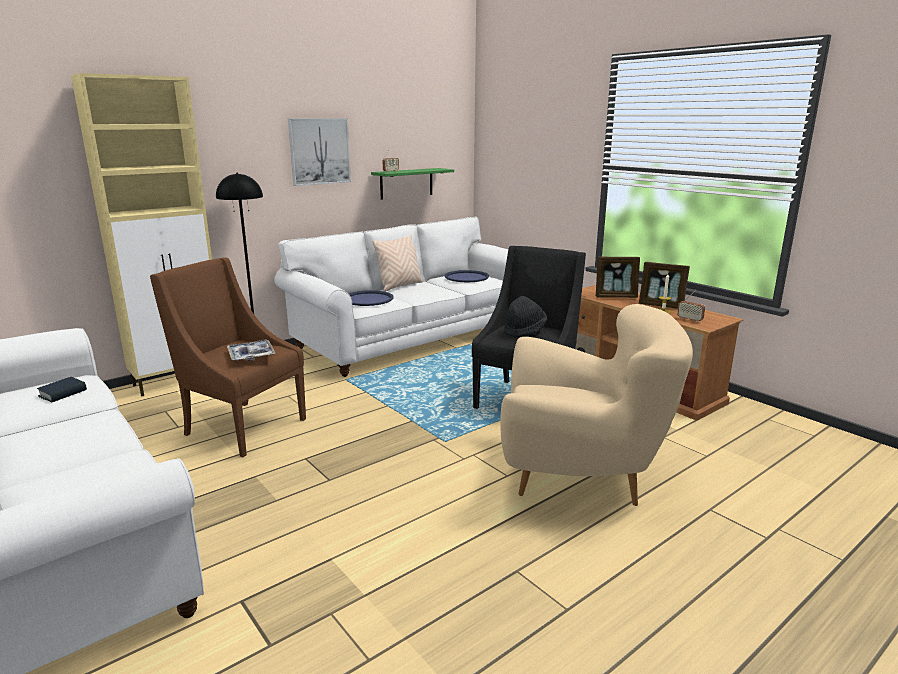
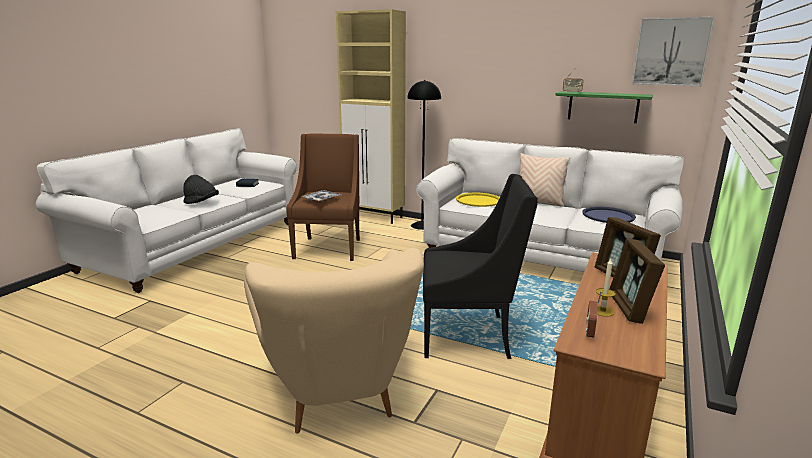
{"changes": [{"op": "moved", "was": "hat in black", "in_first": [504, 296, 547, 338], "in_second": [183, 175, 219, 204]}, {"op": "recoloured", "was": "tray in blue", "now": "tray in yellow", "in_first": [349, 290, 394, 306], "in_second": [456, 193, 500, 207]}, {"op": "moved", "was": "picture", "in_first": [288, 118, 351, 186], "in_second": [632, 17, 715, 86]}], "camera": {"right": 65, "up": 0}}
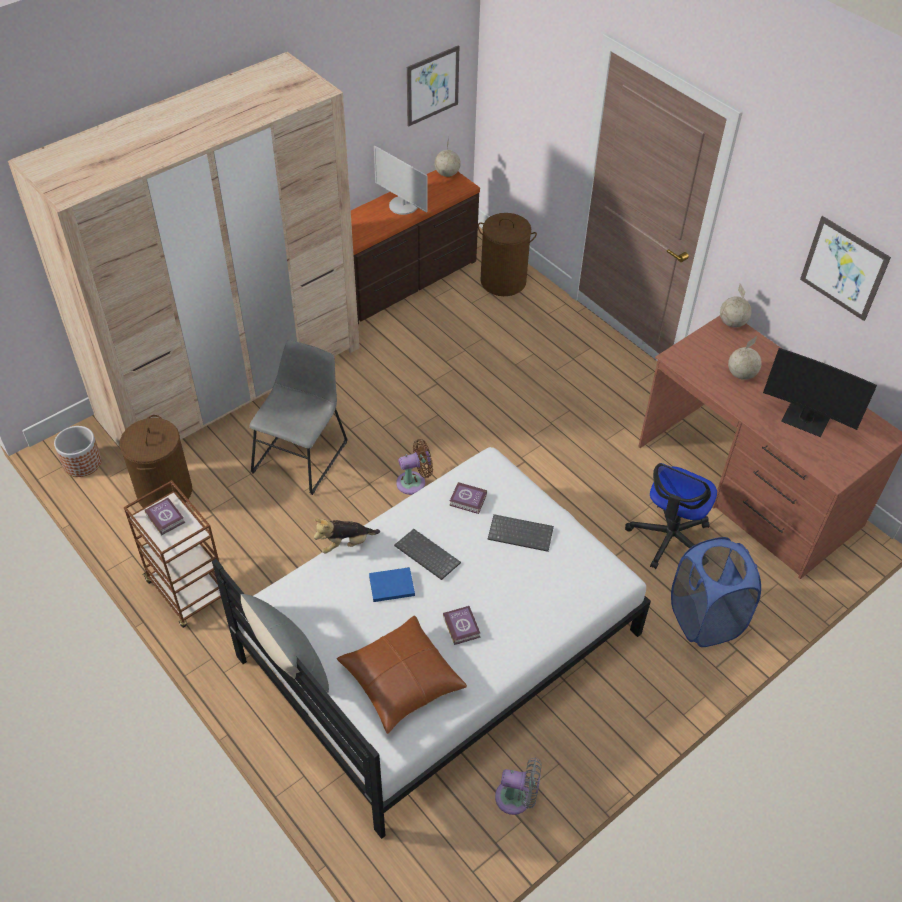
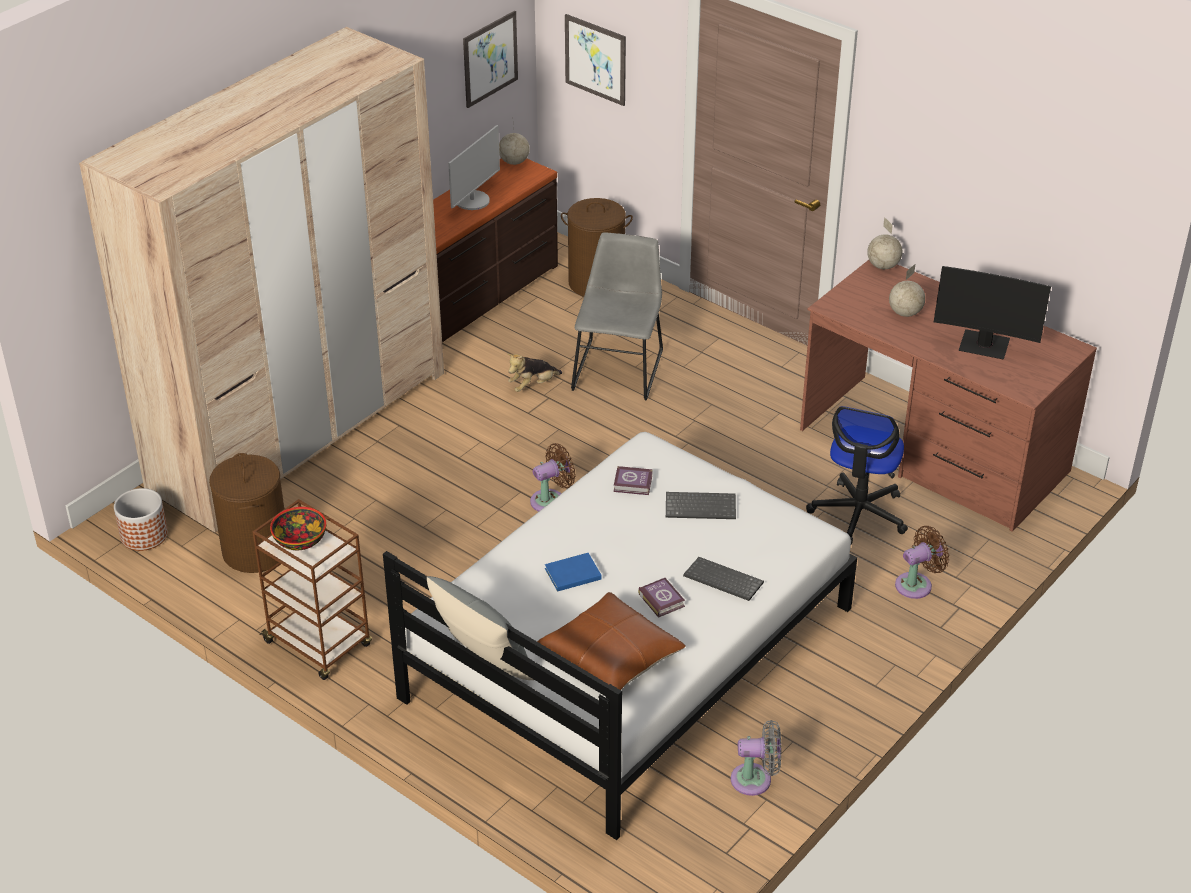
{"changes": [{"op": "replaced", "was": "book", "now": "bowl", "in_first": [144, 498, 185, 535], "in_second": [270, 507, 326, 550]}, {"op": "turned", "was": "monitor", "in_first": [374, 146, 428, 215], "in_second": [448, 125, 500, 210], "clockwise": -90}, {"op": "moved", "was": "plush toy", "in_first": [314, 519, 380, 554], "in_second": [507, 354, 562, 392]}, {"op": "moved", "was": "picture", "in_first": [800, 216, 891, 321], "in_second": [565, 14, 626, 106]}, {"op": "moved", "was": "chair in grey", "in_first": [249, 340, 347, 495], "in_second": [571, 232, 663, 401]}, {"op": "moved", "was": "keyboard", "in_first": [394, 529, 461, 580], "in_second": [683, 557, 764, 601]}, {"op": "replaced", "was": "laundry basket in blue", "now": "fan in brown", "in_first": [671, 537, 761, 647], "in_second": [895, 526, 949, 599]}], "camera": {"right": -10, "up": -10}}
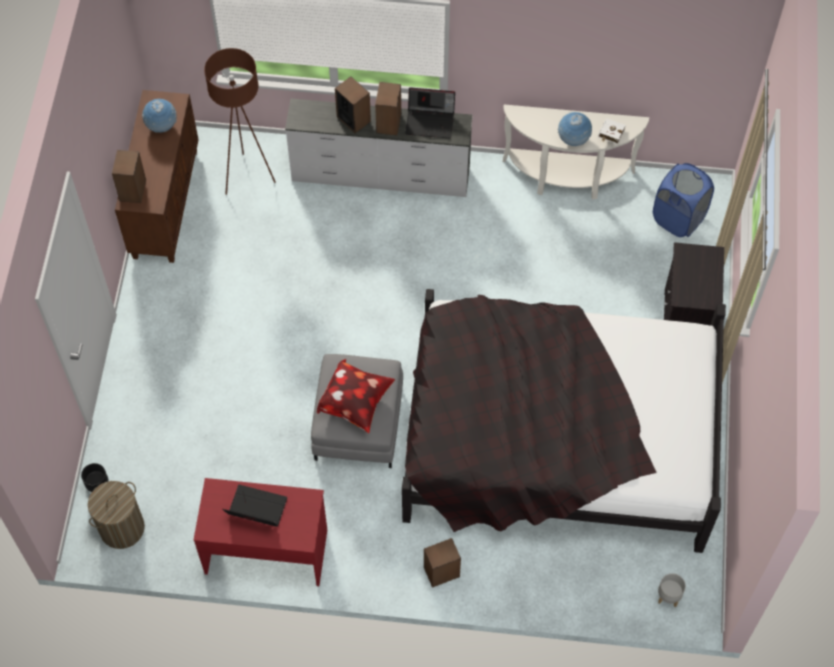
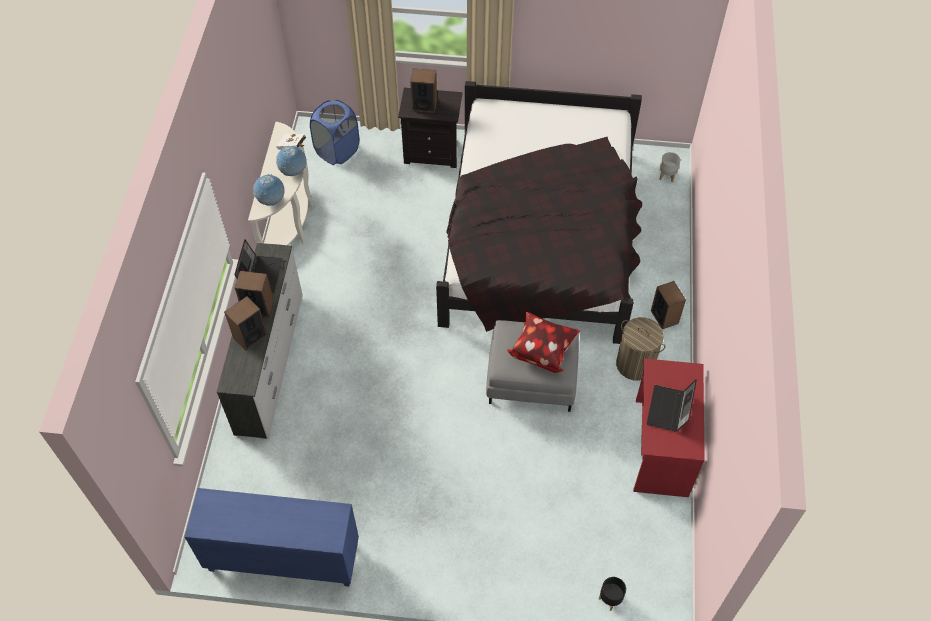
{"changes": [{"op": "recoloured", "was": "cabinet in brown", "now": "cabinet in blue", "in_first": [115, 90, 199, 263], "in_second": [184, 488, 359, 586]}, {"op": "moved", "was": "globe", "in_first": [142, 99, 177, 133], "in_second": [253, 174, 285, 206]}, {"op": "moved", "was": "speaker", "in_first": [112, 150, 146, 203], "in_second": [410, 69, 437, 113]}, {"op": "moved", "was": "laundry basket", "in_first": [88, 481, 145, 549], "in_second": [616, 317, 665, 381]}, {"op": "removed", "was": "floor lamp in brown", "in_first": [204, 48, 276, 195]}], "camera": {"right": -90, "up": -5}}
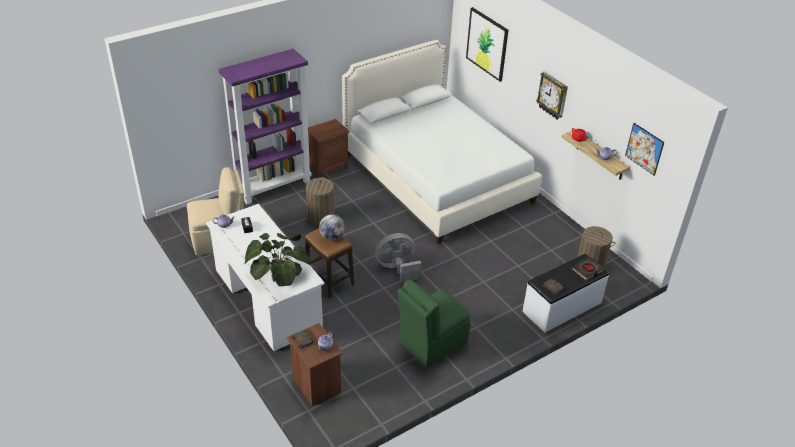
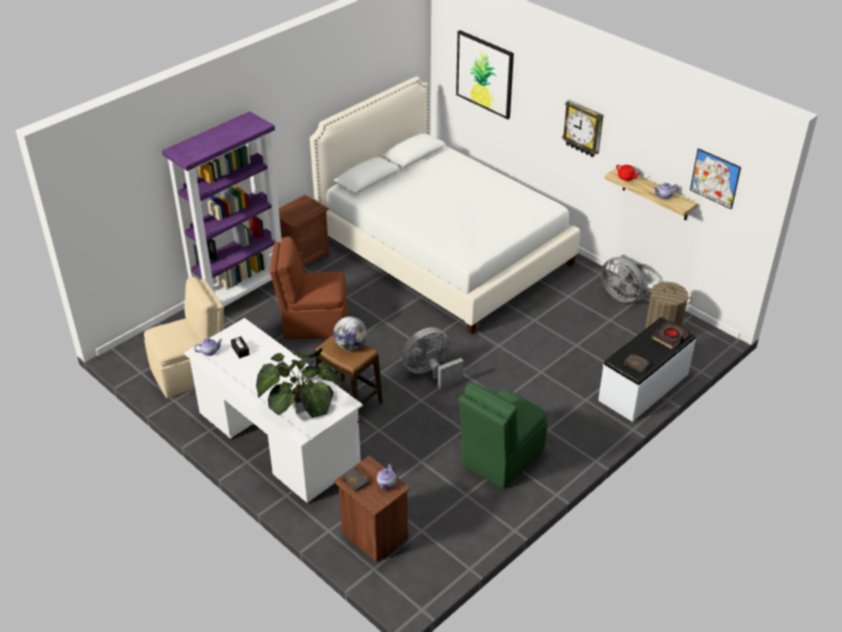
{"changes": [{"op": "replaced", "was": "laundry basket", "now": "chair in brown", "in_first": [306, 177, 334, 226], "in_second": [270, 237, 347, 339]}, {"op": "added", "now": "fan in grey", "in_second": [601, 255, 645, 302]}], "camera": {"right": -10, "up": 0}}
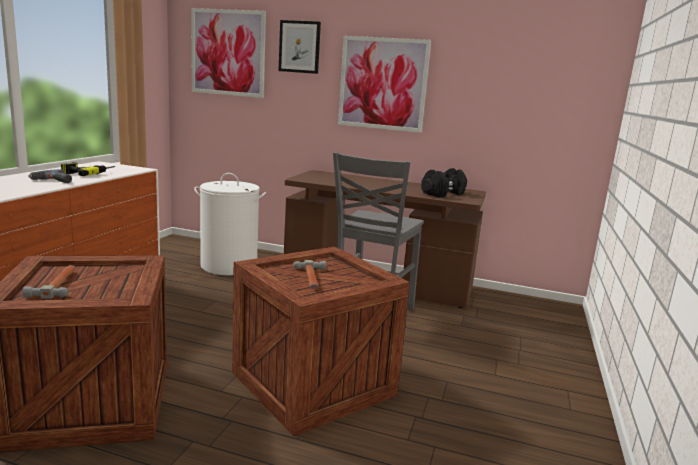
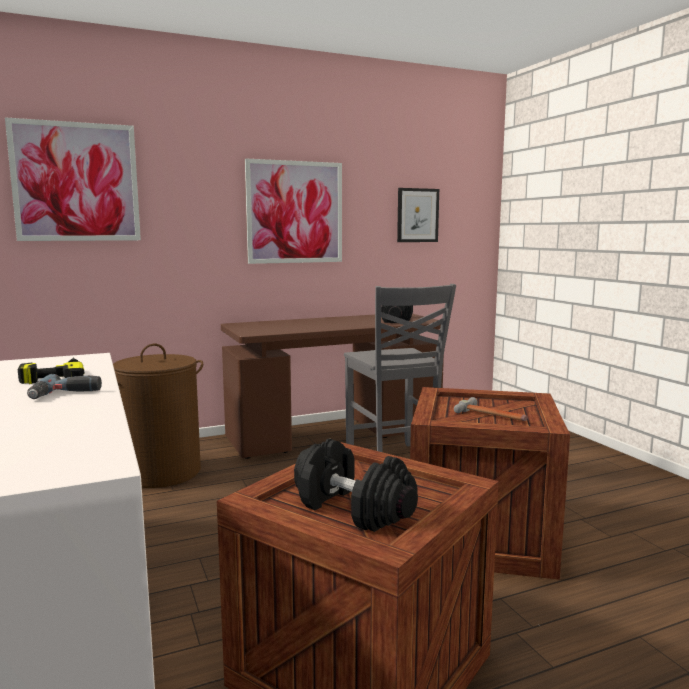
{"changes": [{"op": "recoloured", "was": "laundry basket in white", "now": "laundry basket in brown", "in_first": [194, 173, 266, 275], "in_second": [113, 344, 203, 488]}, {"op": "replaced", "was": "hammer", "now": "dumbbell in black", "in_first": [22, 265, 76, 299], "in_second": [294, 438, 418, 532]}, {"op": "moved", "was": "picture", "in_first": [279, 20, 321, 74], "in_second": [397, 188, 439, 242]}], "camera": {"right": -40, "up": -5}}
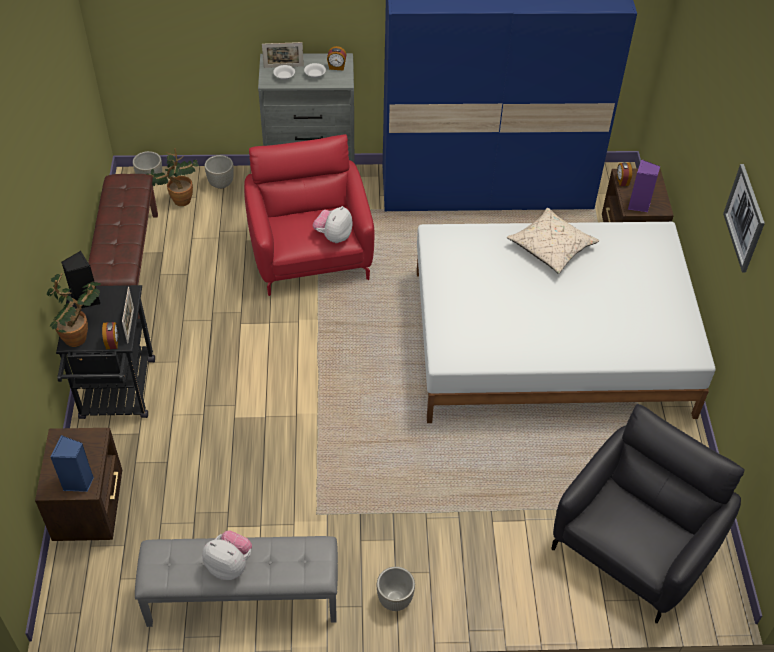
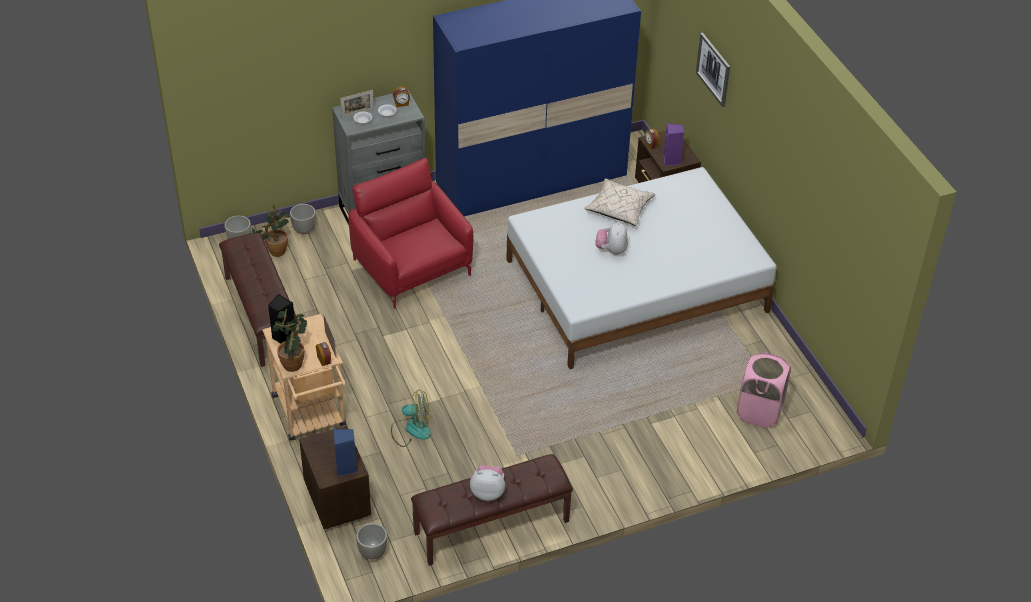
{"changes": [{"op": "recoloured", "was": "cart in black", "now": "cart in beige", "in_first": [56, 285, 155, 419], "in_second": [262, 314, 346, 441]}, {"op": "moved", "was": "planter in grey", "in_first": [376, 567, 415, 611], "in_second": [356, 523, 387, 560]}, {"op": "added", "now": "fan", "in_second": [391, 389, 431, 447]}, {"op": "recoloured", "was": "bench in grey", "now": "bench in brown", "in_first": [135, 536, 338, 627], "in_second": [411, 454, 573, 566]}, {"op": "moved", "was": "plush toy", "in_first": [313, 206, 353, 243], "in_second": [596, 222, 628, 255]}, {"op": "moved", "was": "picture", "in_first": [723, 164, 765, 273], "in_second": [696, 33, 730, 107]}, {"op": "replaced", "was": "armchair in black", "now": "laundry basket in pink", "in_first": [551, 404, 744, 623], "in_second": [737, 352, 791, 427]}], "camera": {"right": -20, "up": -5}}
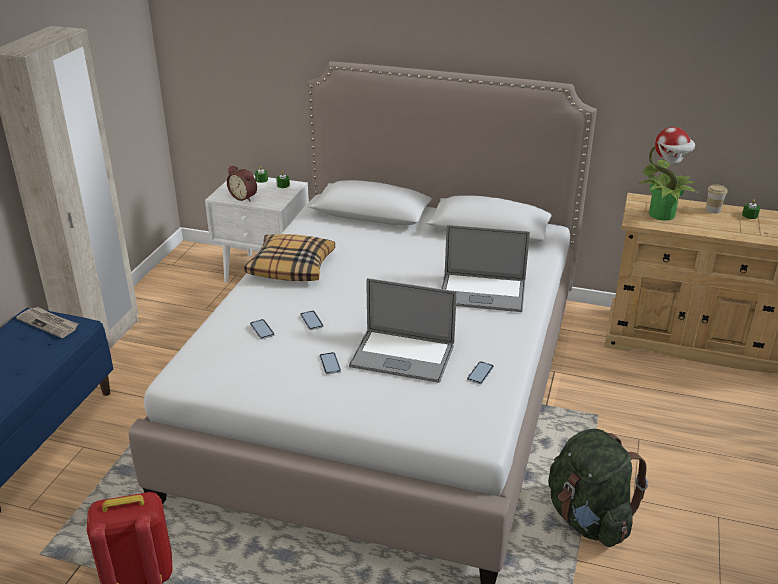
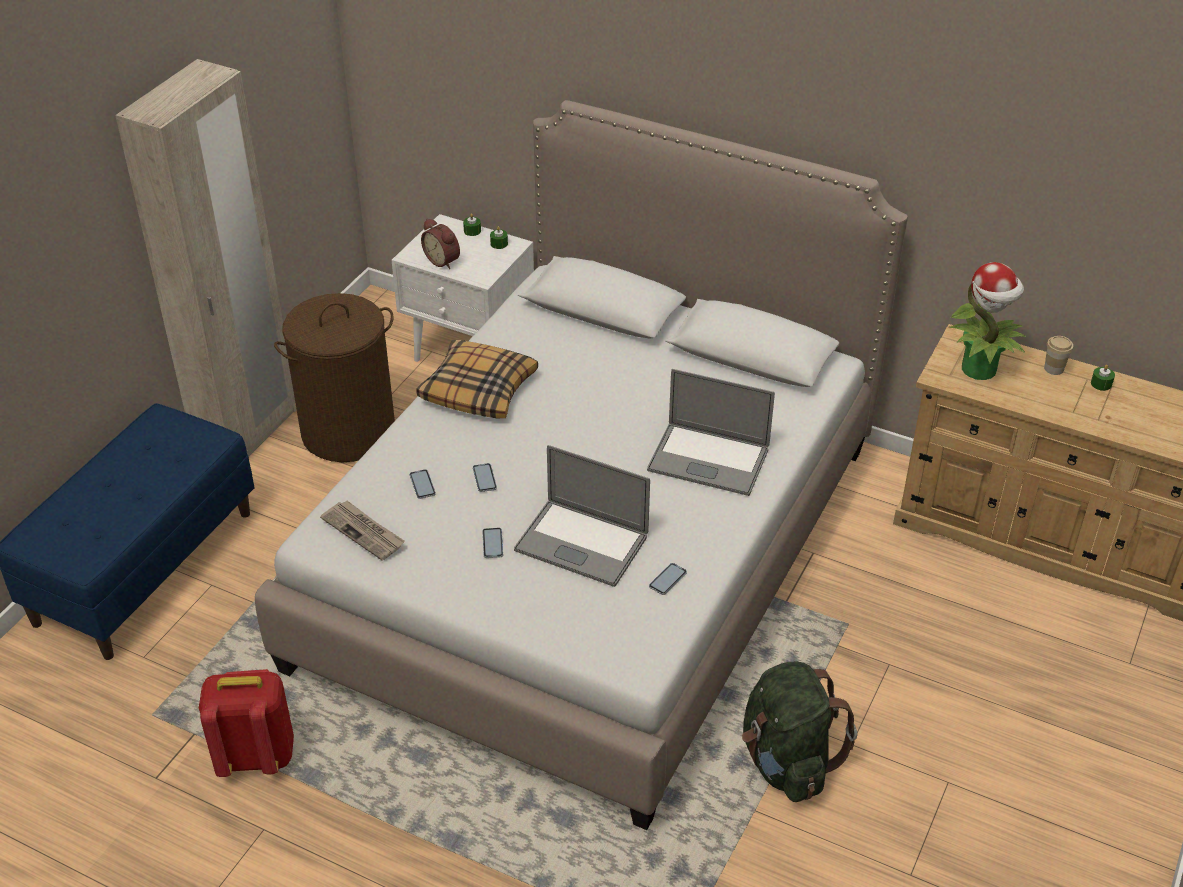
{"changes": [{"op": "added", "now": "laundry basket in brown", "in_second": [274, 293, 395, 462]}, {"op": "moved", "was": "newspaper", "in_first": [16, 307, 78, 338], "in_second": [320, 501, 405, 560]}], "camera": {"right": 10, "up": 10}}
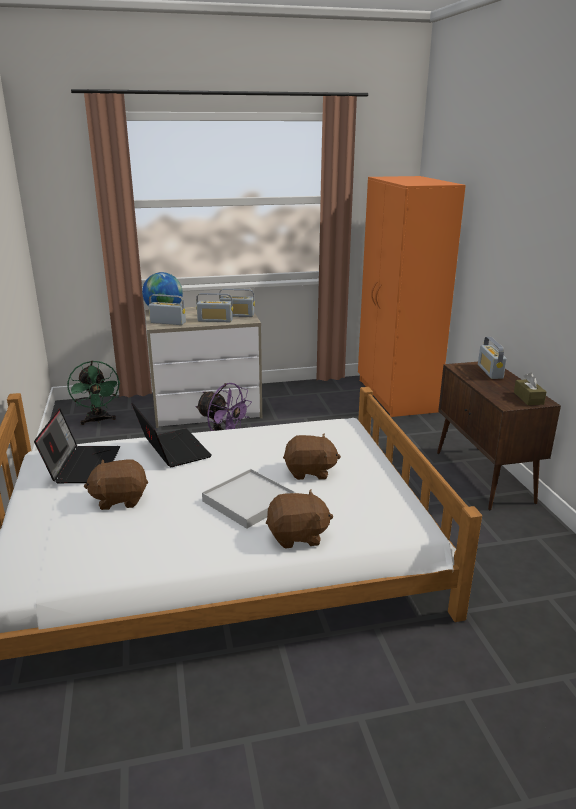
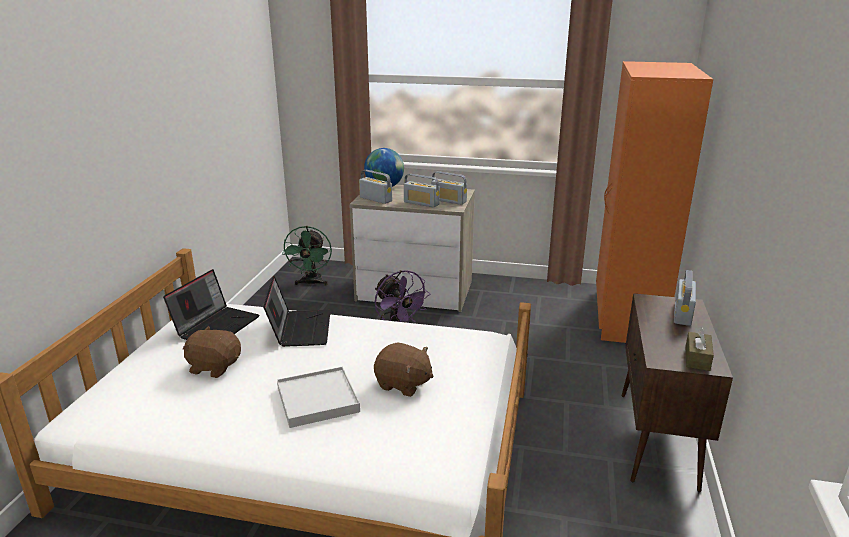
{"changes": [{"op": "removed", "was": "plush toy in brown", "in_first": [266, 490, 333, 549]}], "camera": {"right": 25, "up": 0}}
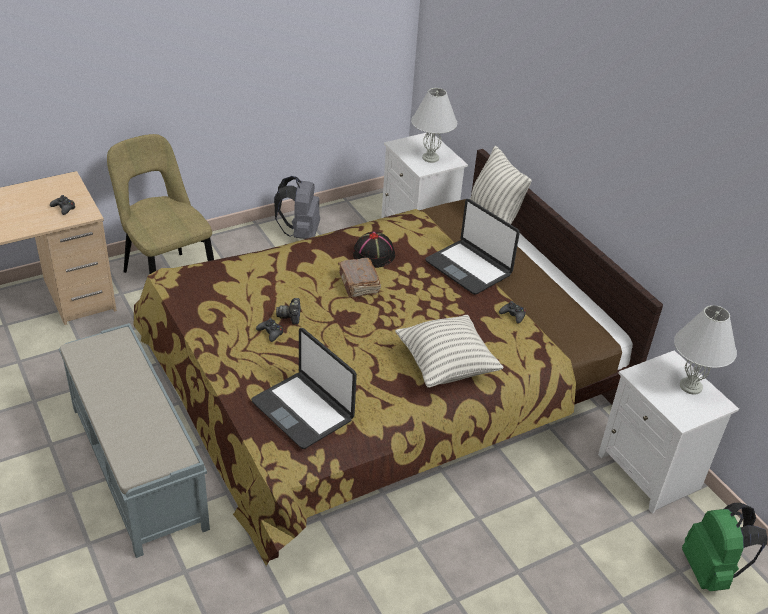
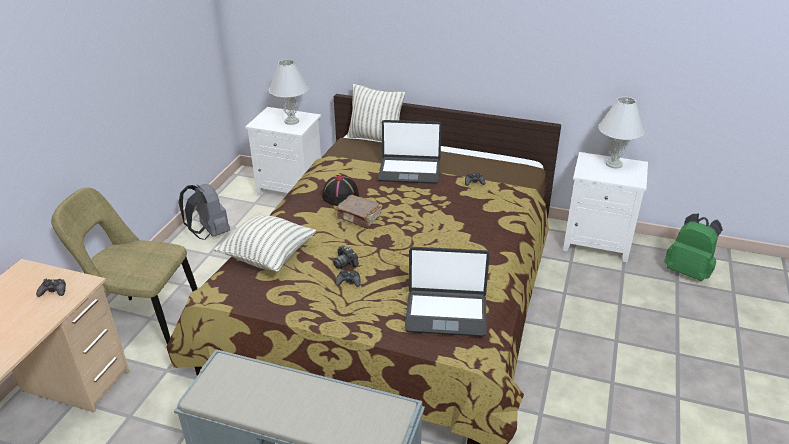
{"changes": [{"op": "moved", "was": "pillow", "in_first": [395, 315, 504, 388], "in_second": [214, 213, 316, 272]}], "camera": {"right": -40, "up": -5}}
